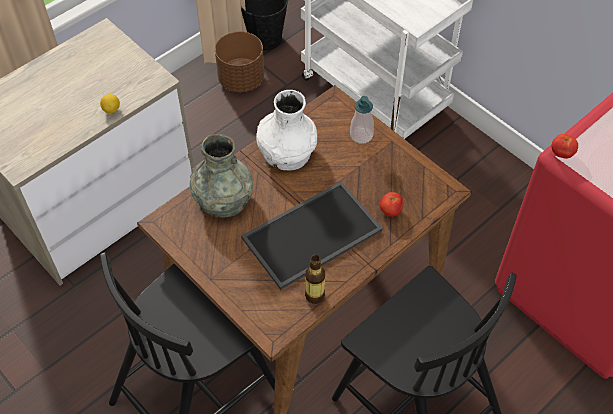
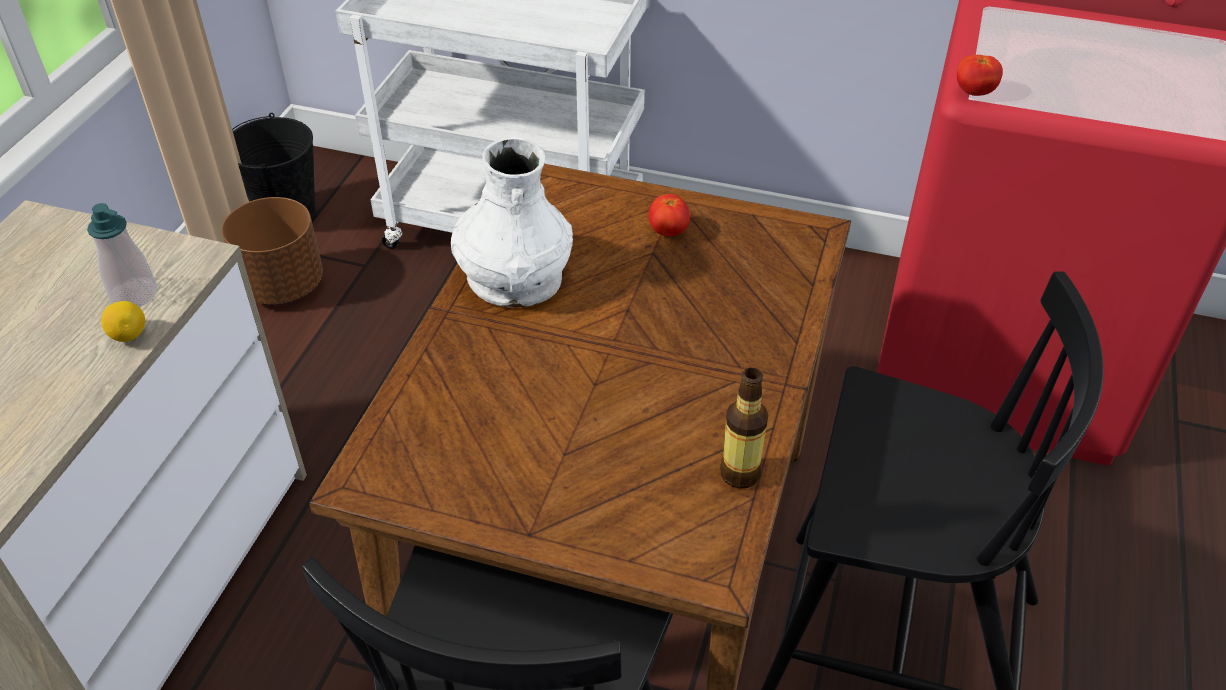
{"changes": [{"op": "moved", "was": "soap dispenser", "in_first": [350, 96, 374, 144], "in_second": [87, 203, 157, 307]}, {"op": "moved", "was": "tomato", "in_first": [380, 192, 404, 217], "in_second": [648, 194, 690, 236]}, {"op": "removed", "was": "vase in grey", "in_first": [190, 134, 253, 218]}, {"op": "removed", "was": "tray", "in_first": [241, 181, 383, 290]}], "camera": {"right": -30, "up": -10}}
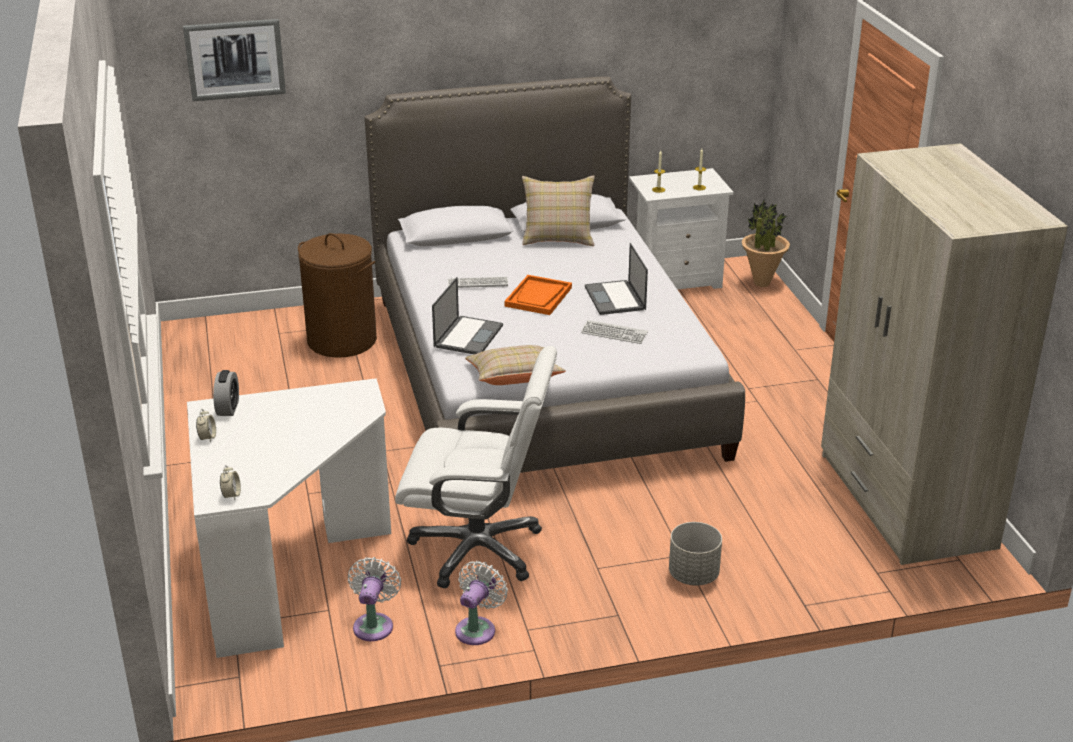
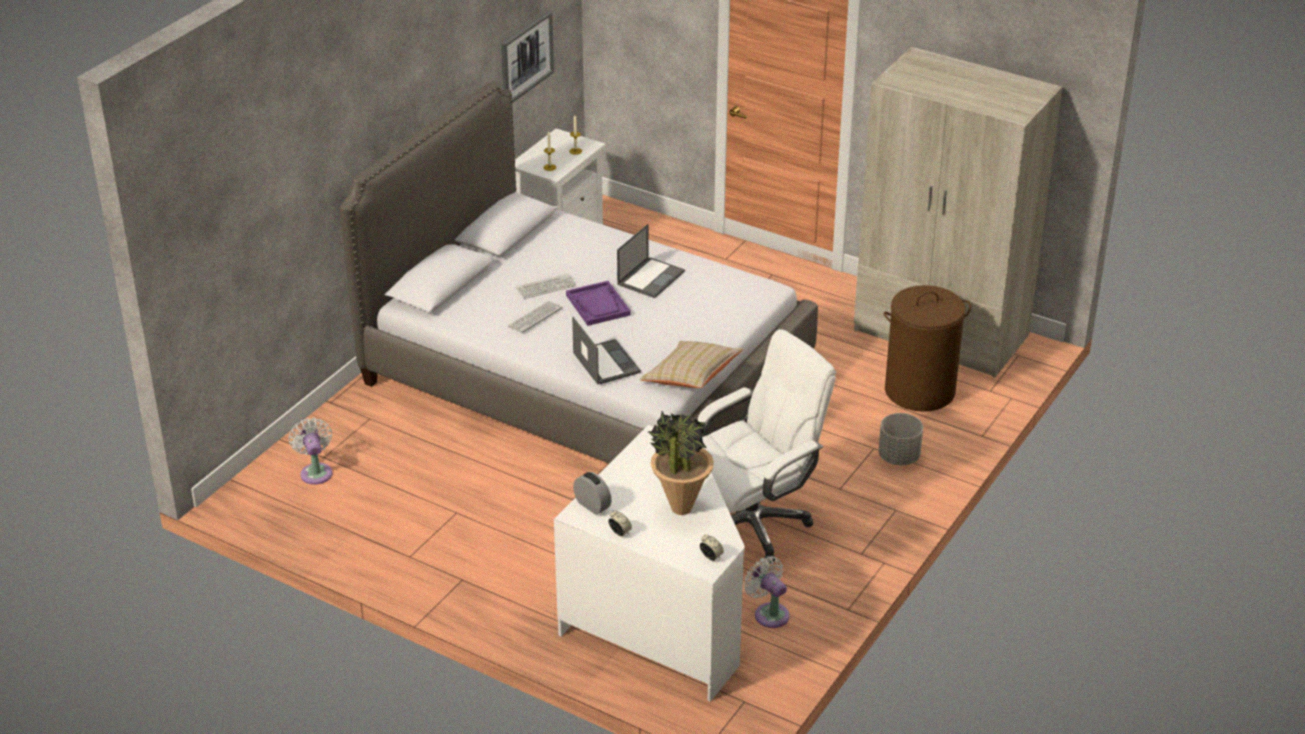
{"changes": [{"op": "moved", "was": "fan in white", "in_first": [455, 561, 508, 645], "in_second": [289, 418, 333, 485]}, {"op": "moved", "was": "picture", "in_first": [183, 19, 286, 101], "in_second": [501, 10, 554, 103]}, {"op": "moved", "was": "keyboard", "in_first": [581, 320, 648, 344], "in_second": [516, 273, 576, 299]}, {"op": "recoloured", "was": "tray in orange", "now": "tray in purple", "in_first": [505, 275, 572, 315], "in_second": [566, 281, 631, 326]}, {"op": "turned", "was": "laptop", "in_first": [585, 243, 648, 315], "in_second": [617, 224, 685, 298], "clockwise": -90}, {"op": "moved", "was": "potted plant", "in_first": [742, 199, 790, 287], "in_second": [648, 411, 714, 515]}, {"op": "moved", "was": "laundry basket in brown", "in_first": [298, 233, 377, 358], "in_second": [884, 285, 971, 412]}, {"op": "removed", "was": "pillow in beige", "in_first": [522, 175, 595, 246]}], "camera": {"right": -45, "up": 5}}
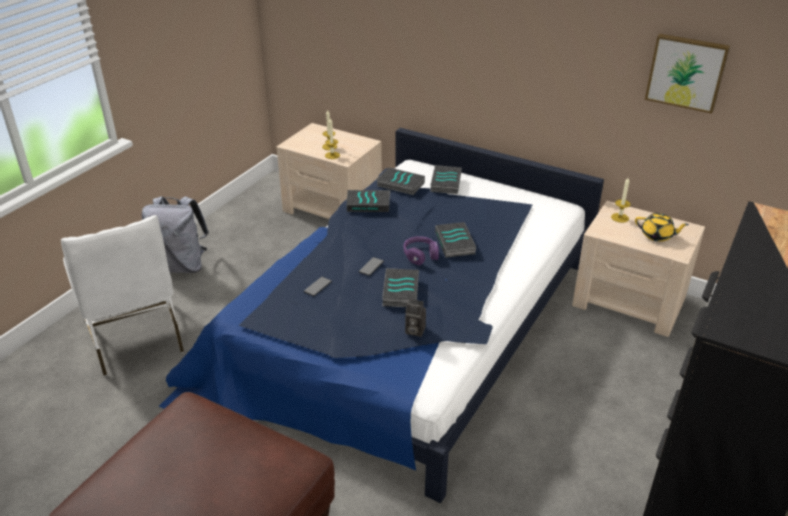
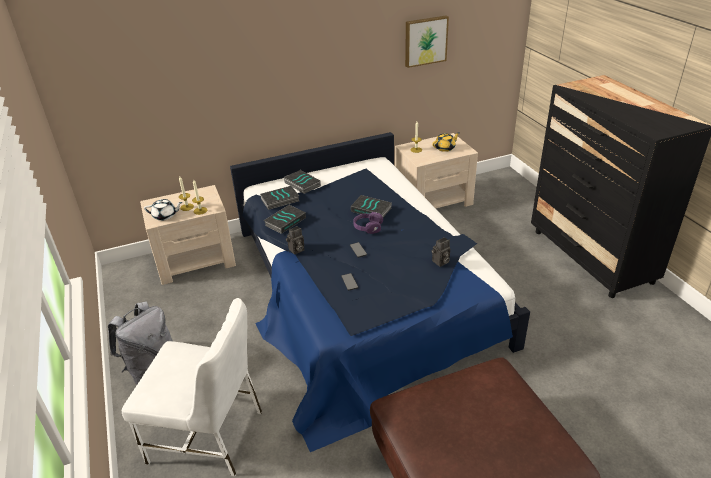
{"changes": [{"op": "added", "now": "teapot in white", "in_second": [144, 199, 182, 221]}, {"op": "added", "now": "photo camera", "in_second": [286, 226, 305, 255]}, {"op": "removed", "was": "book", "in_first": [382, 268, 419, 307]}], "camera": {"right": -50, "up": 0}}
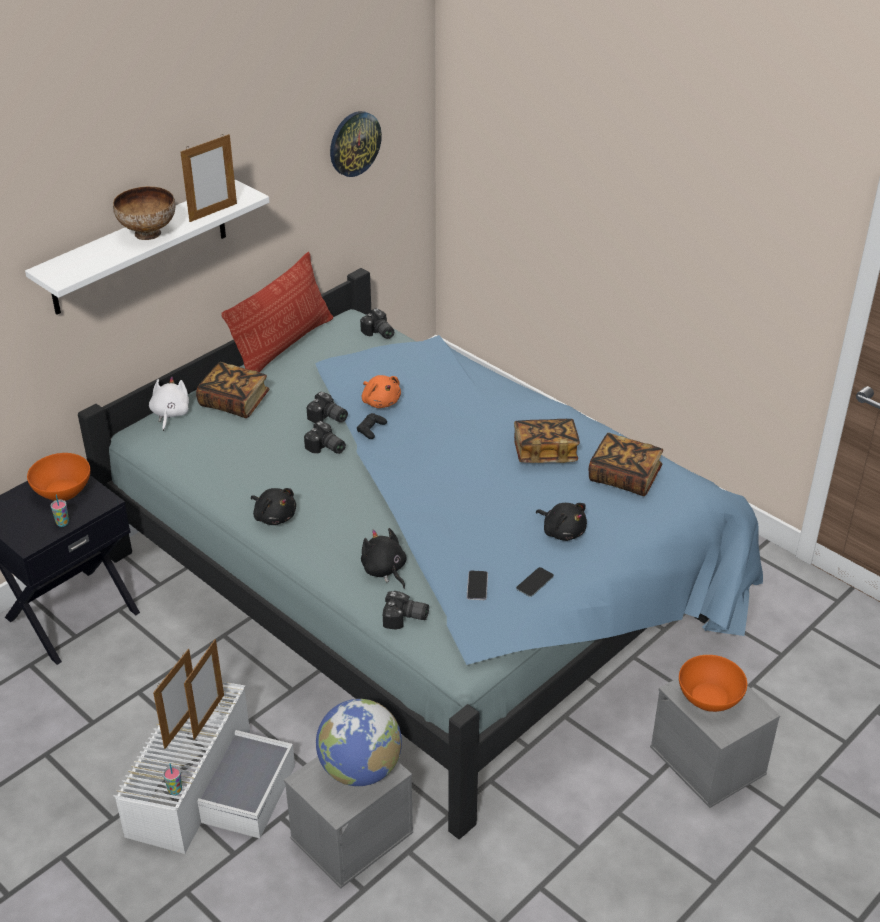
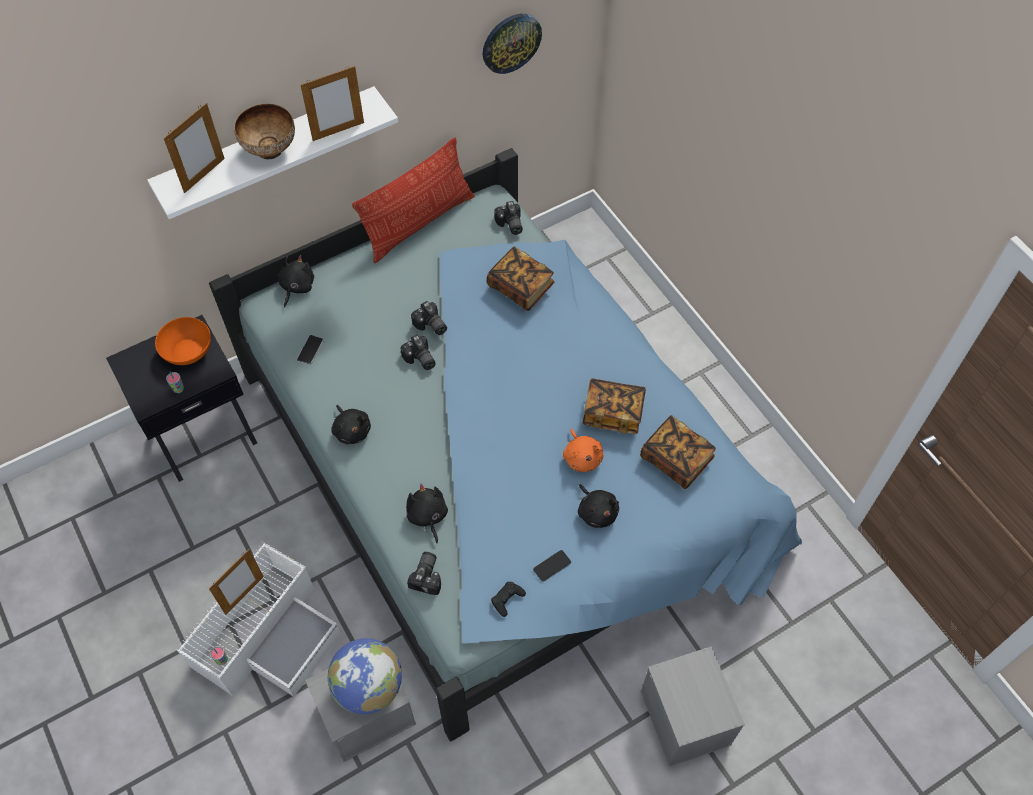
{"changes": [{"op": "moved", "was": "picture frame", "in_first": [184, 639, 224, 740], "in_second": [164, 103, 225, 193]}, {"op": "recoloured", "was": "plush toy in white", "now": "plush toy in black", "in_first": [149, 377, 189, 431], "in_second": [277, 255, 314, 307]}, {"op": "moved", "was": "phone", "in_first": [467, 571, 488, 600], "in_second": [297, 335, 324, 365]}, {"op": "turned", "was": "photo camera", "in_first": [383, 591, 429, 630], "in_second": [407, 552, 441, 595], "clockwise": -105}, {"op": "moved", "was": "book", "in_first": [196, 362, 269, 418], "in_second": [487, 246, 554, 311]}, {"op": "moved", "was": "game controller in black", "in_first": [357, 413, 387, 439], "in_second": [491, 582, 526, 617]}, {"op": "moved", "was": "plush toy in orange", "in_first": [362, 375, 401, 408], "in_second": [563, 429, 603, 472]}, {"op": "removed", "was": "bowl in orange", "in_first": [679, 655, 747, 712]}], "camera": {"right": 15, "up": 20}}
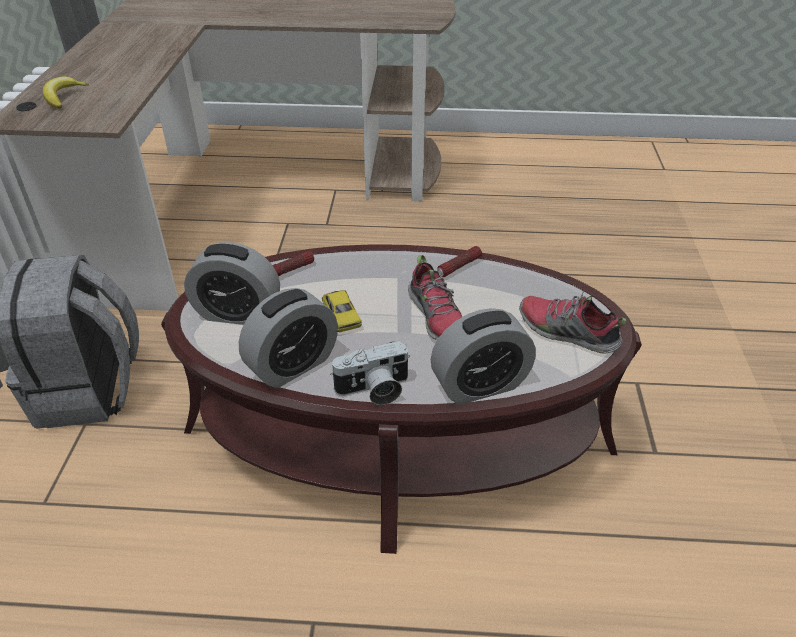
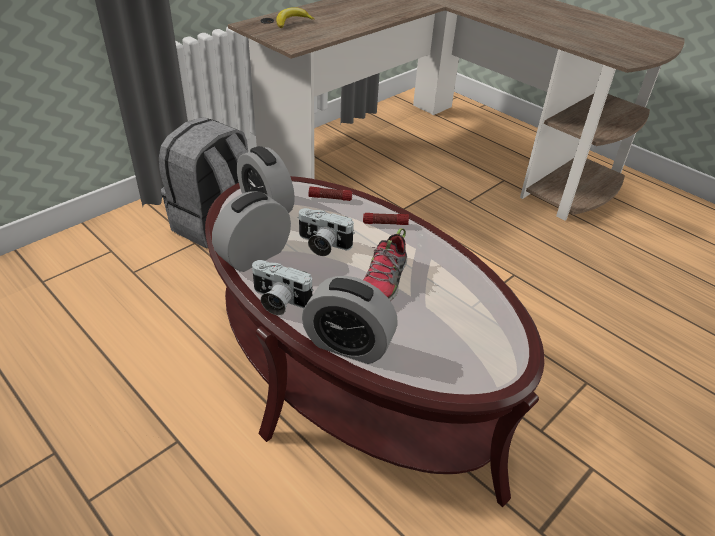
{"changes": [{"op": "turned", "was": "alarm clock", "in_first": [239, 288, 338, 388], "in_second": [212, 191, 291, 272], "clockwise": 135}, {"op": "replaced", "was": "toy car", "now": "photo camera", "in_first": [322, 290, 362, 332], "in_second": [297, 208, 355, 256]}, {"op": "moved", "was": "flashlight", "in_first": [437, 246, 482, 277], "in_second": [363, 213, 409, 225]}, {"op": "removed", "was": "shoe", "in_first": [519, 290, 626, 353]}], "camera": {"right": 40, "up": 0}}
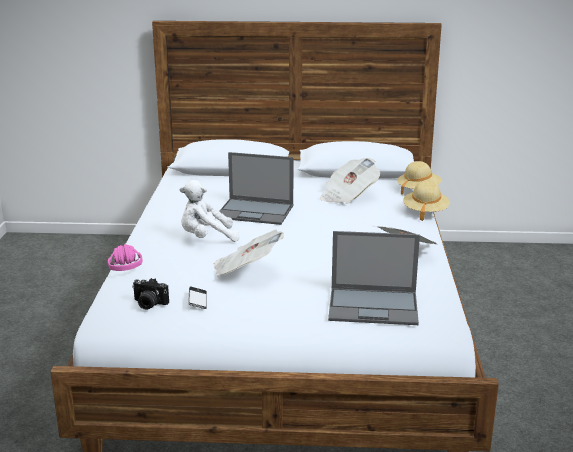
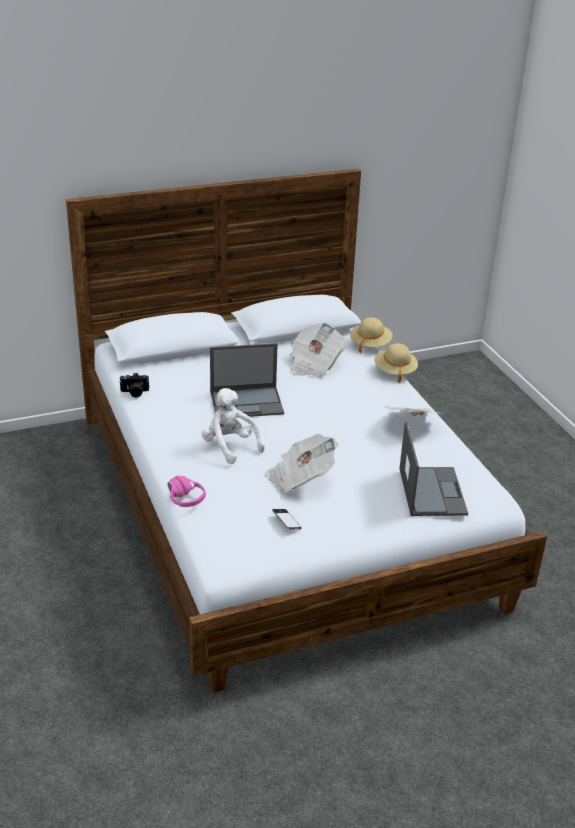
{"changes": [{"op": "moved", "was": "photo camera", "in_first": [132, 278, 169, 310], "in_second": [119, 373, 149, 397]}, {"op": "turned", "was": "plush toy in white", "in_first": [180, 180, 239, 242], "in_second": [202, 388, 265, 464], "clockwise": 90}, {"op": "turned", "was": "laptop", "in_first": [328, 231, 420, 325], "in_second": [400, 422, 468, 516], "clockwise": -75}], "camera": {"right": -25, "up": 10}}
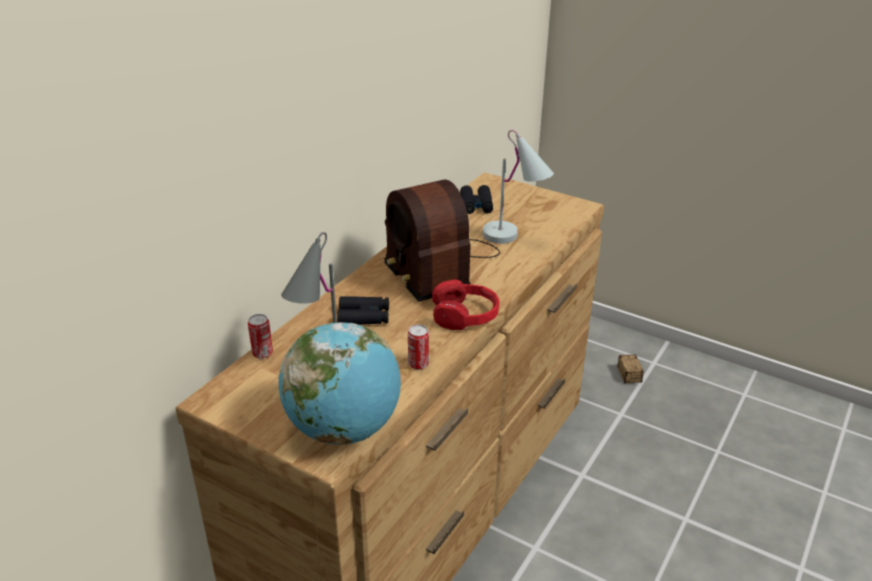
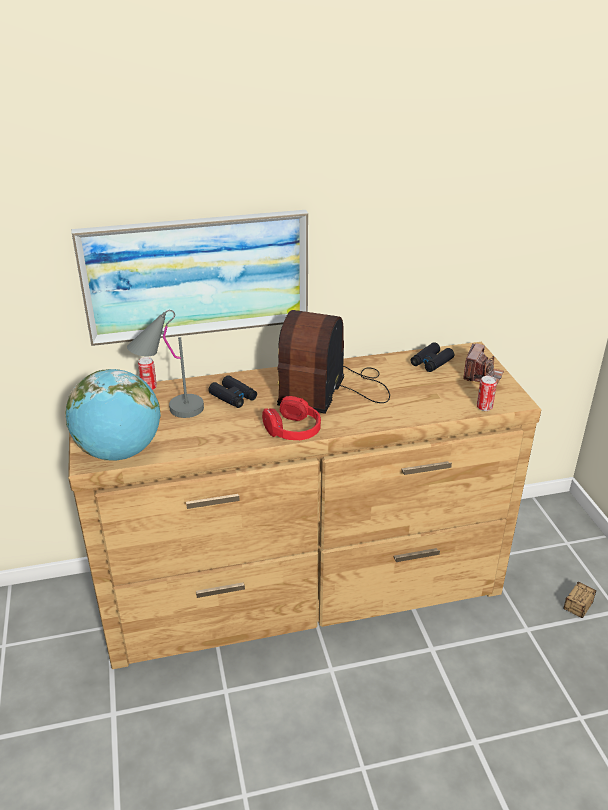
{"changes": [{"op": "added", "now": "picture", "in_second": [72, 210, 308, 346]}, {"op": "added", "now": "photo camera", "in_second": [463, 343, 504, 384]}, {"op": "moved", "was": "can", "in_first": [408, 324, 429, 370], "in_second": [477, 376, 497, 411]}, {"op": "removed", "was": "table lamp in white", "in_first": [483, 130, 554, 244]}], "camera": {"right": 45, "up": 0}}
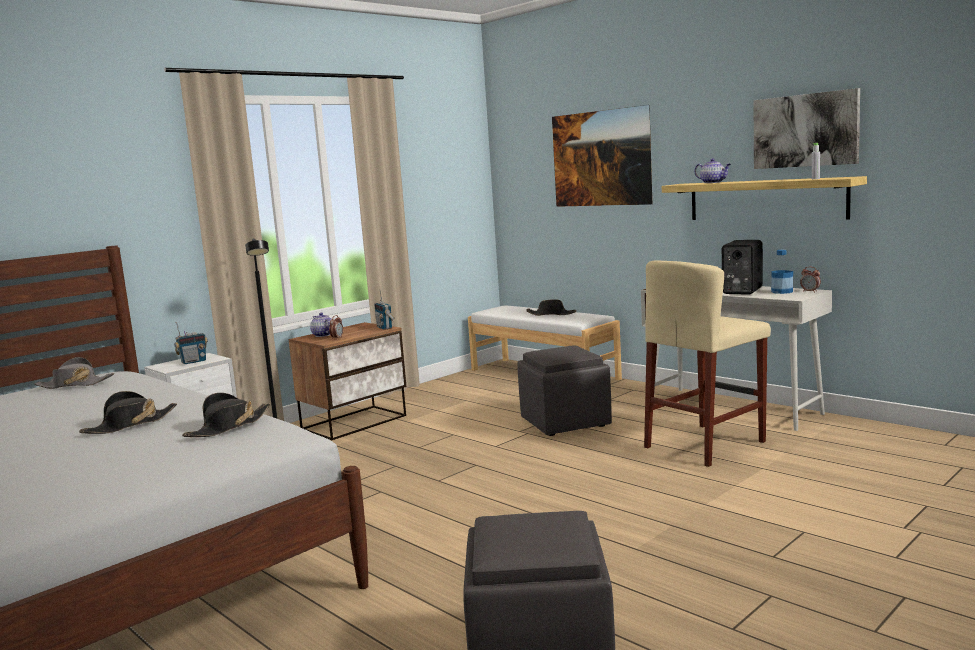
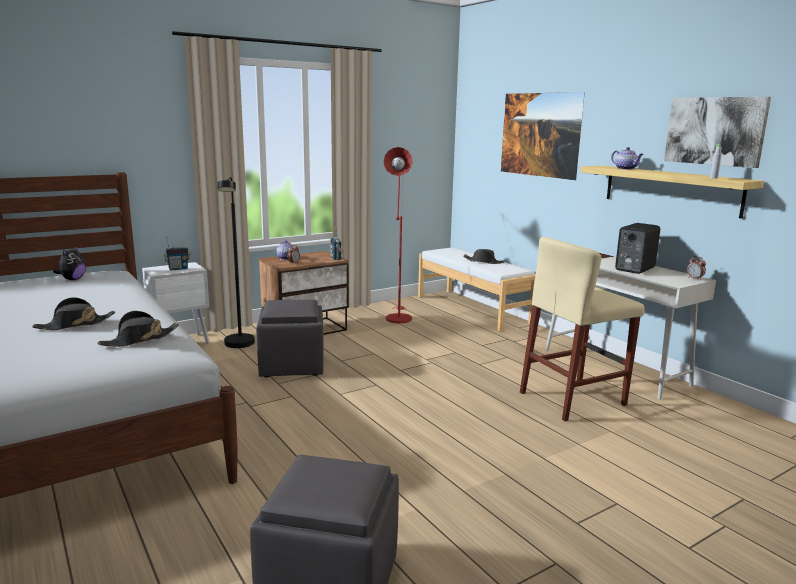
{"changes": [{"op": "replaced", "was": "hat in grey", "now": "plush toy", "in_first": [34, 357, 114, 389], "in_second": [53, 246, 86, 280]}, {"op": "moved", "was": "ottoman in grey", "in_first": [517, 345, 612, 436], "in_second": [256, 299, 324, 377]}, {"op": "added", "now": "floor lamp in red", "in_second": [384, 147, 413, 323]}, {"op": "removed", "was": "bottle", "in_first": [771, 250, 793, 294]}], "camera": {"right": 10, "up": 5}}
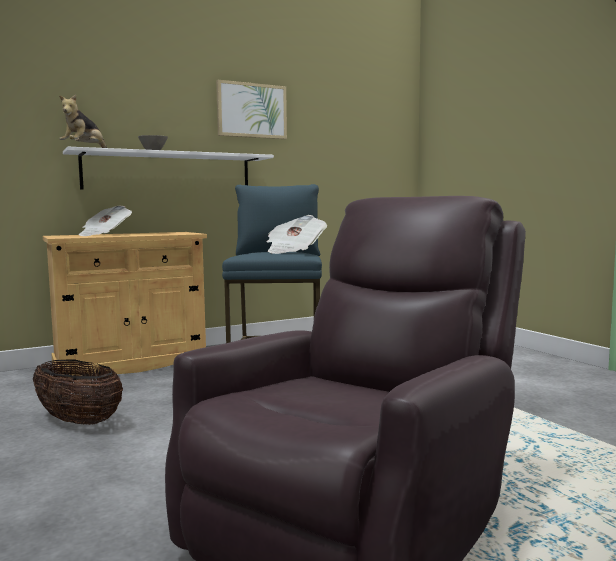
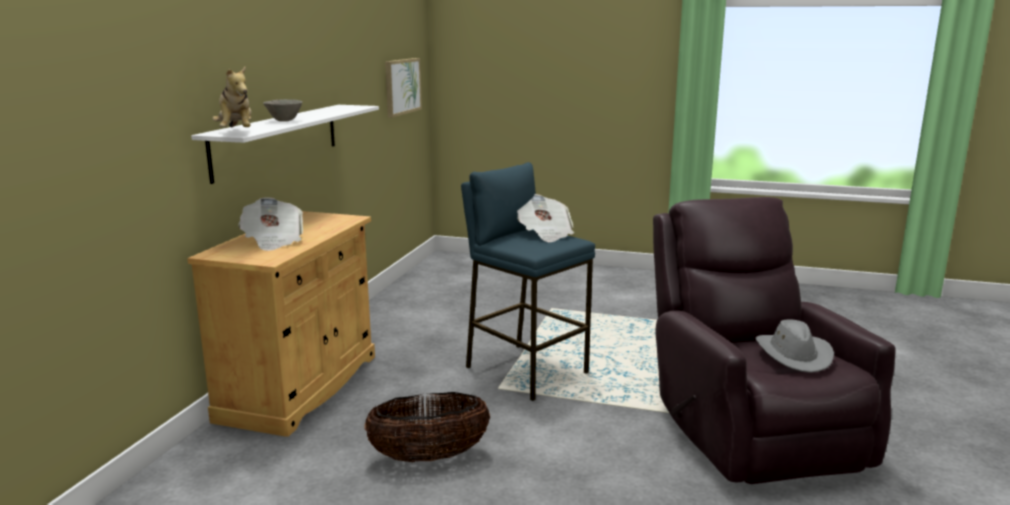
{"changes": [{"op": "moved", "was": "picture", "in_first": [216, 80, 287, 139], "in_second": [385, 58, 422, 118]}, {"op": "added", "now": "hat in grey", "in_second": [755, 319, 834, 373]}], "camera": {"right": -45, "up": 10}}
